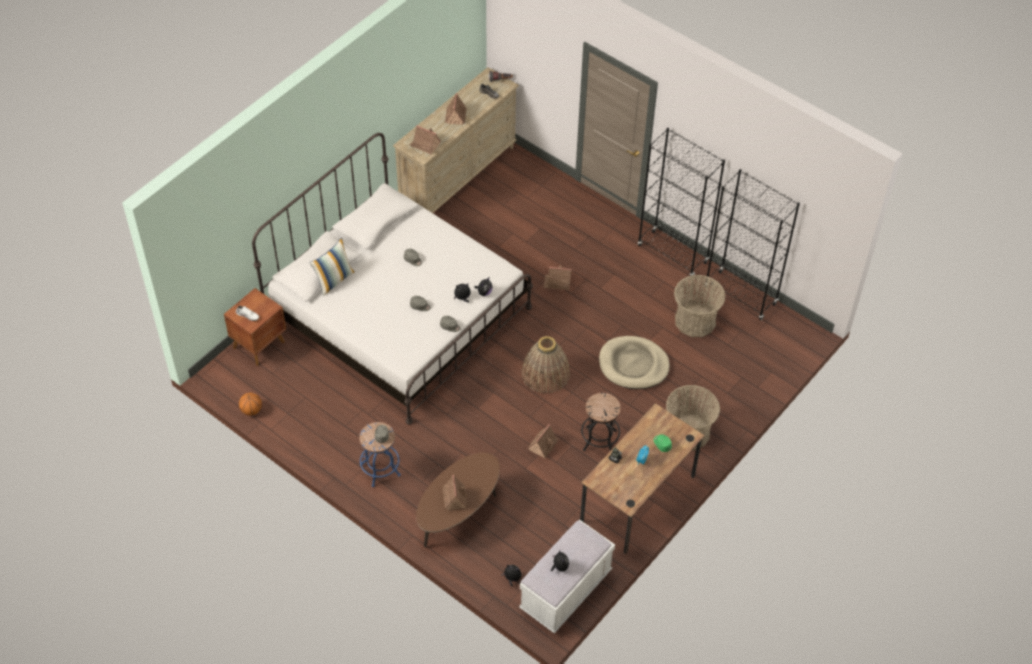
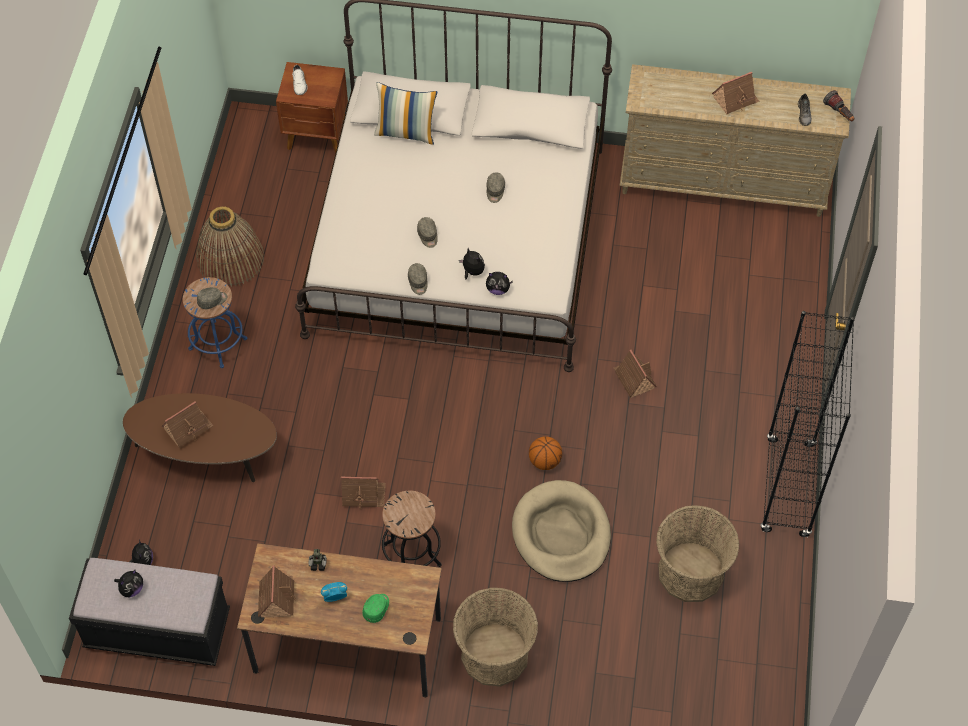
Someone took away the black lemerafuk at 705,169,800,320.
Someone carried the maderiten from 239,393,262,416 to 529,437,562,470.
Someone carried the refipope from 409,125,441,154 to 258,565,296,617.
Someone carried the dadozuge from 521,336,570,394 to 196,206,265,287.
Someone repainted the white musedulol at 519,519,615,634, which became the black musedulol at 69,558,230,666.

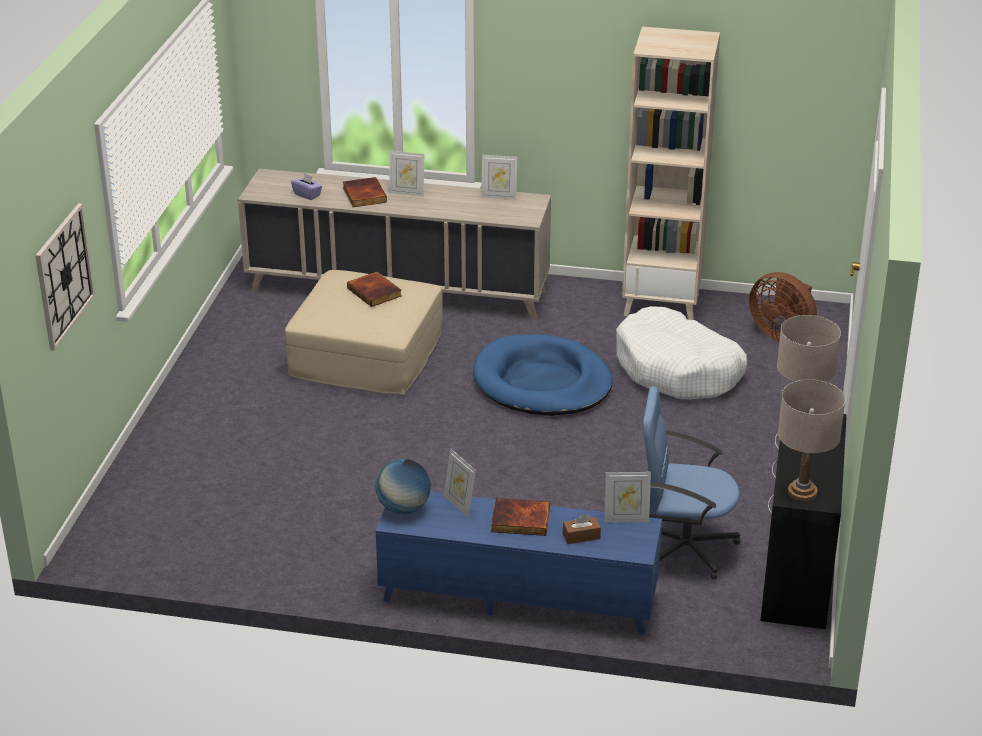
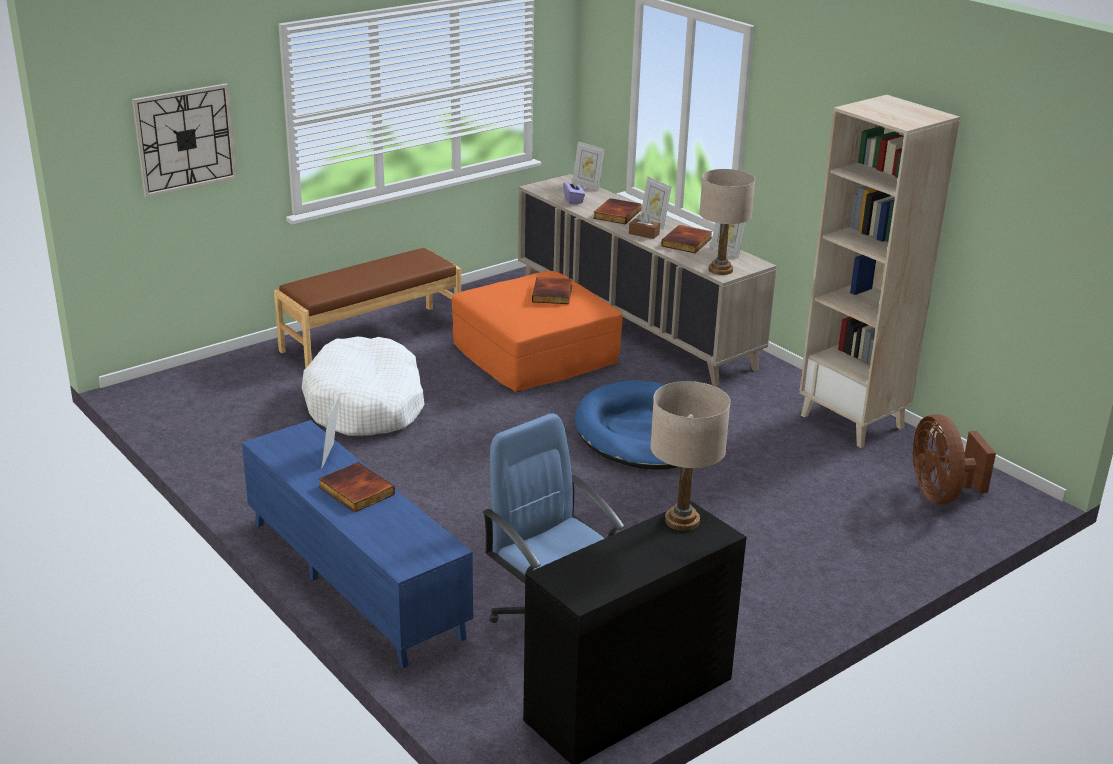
Someone took away the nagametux at 375,459,431,514.
Someone put down the brown musedulol at 274,248,461,369.
Someone put down the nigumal at 661,225,712,254.
Someone carried the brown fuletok from 563,514,601,544 to 629,212,660,239.
Someone carried the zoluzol from 605,472,651,523 to 572,142,605,191.
Someone carried the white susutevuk from 616,306,747,399 to 302,337,425,436.
Someone carried the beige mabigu from 778,379,846,501 to 699,169,755,275.
Someone repainted the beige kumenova at 285,270,443,395, which became the orange kumenova at 452,271,623,392.

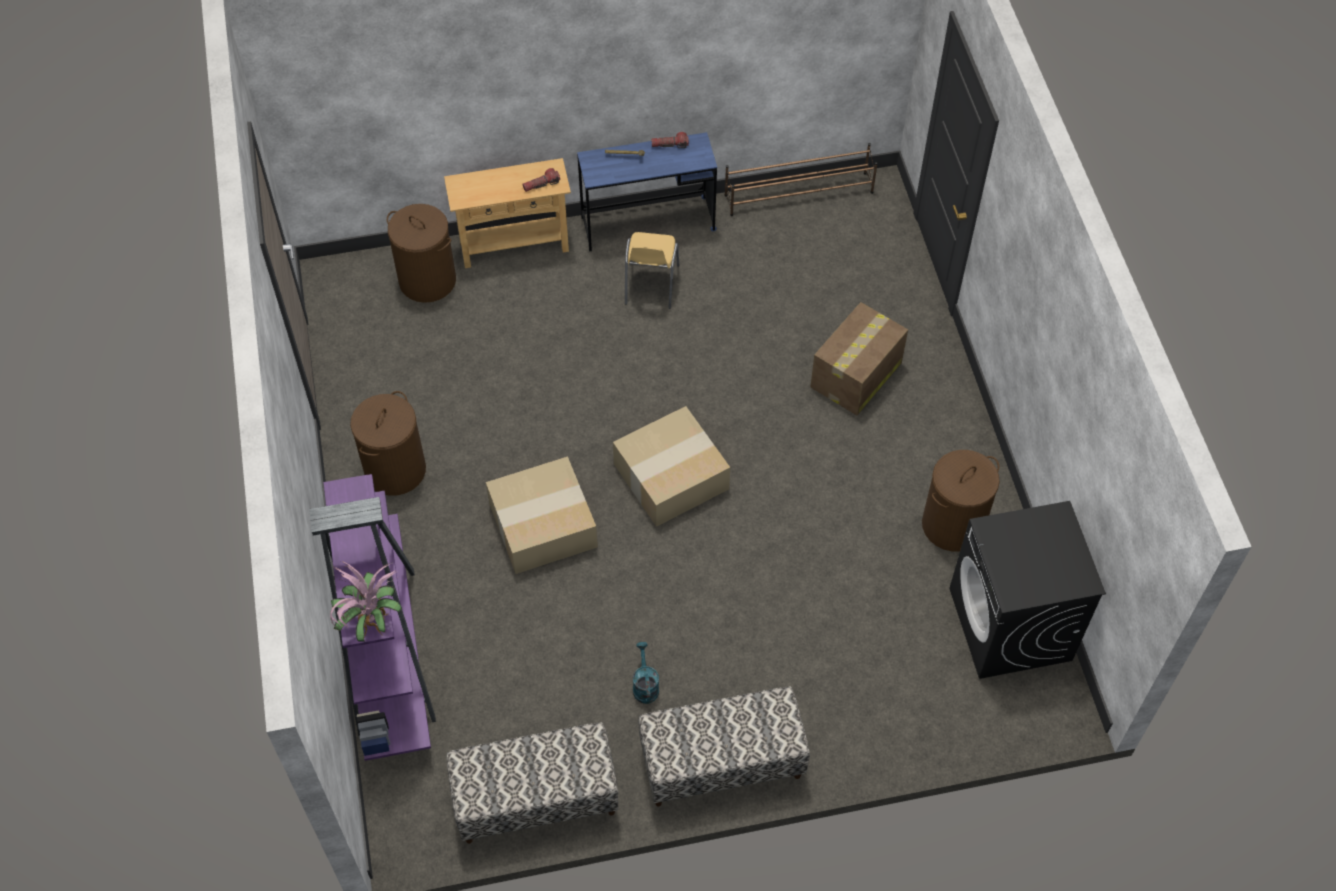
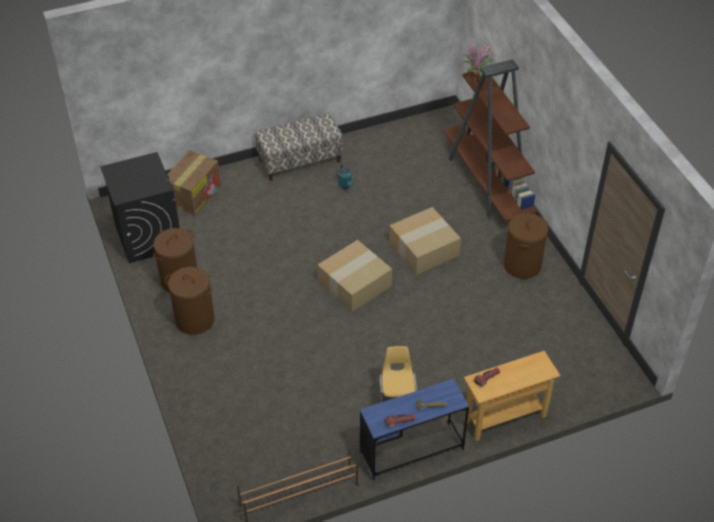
Someone took away the musedulol at 446,722,618,844.
Someone carried the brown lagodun from 387,204,456,303 to 165,267,215,335.
Someone carried the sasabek from 810,302,908,415 to 167,150,221,215.
Someone repainted the purple lemerafuk at 309,474,436,761, which became the brown lemerafuk at 444,59,537,222.

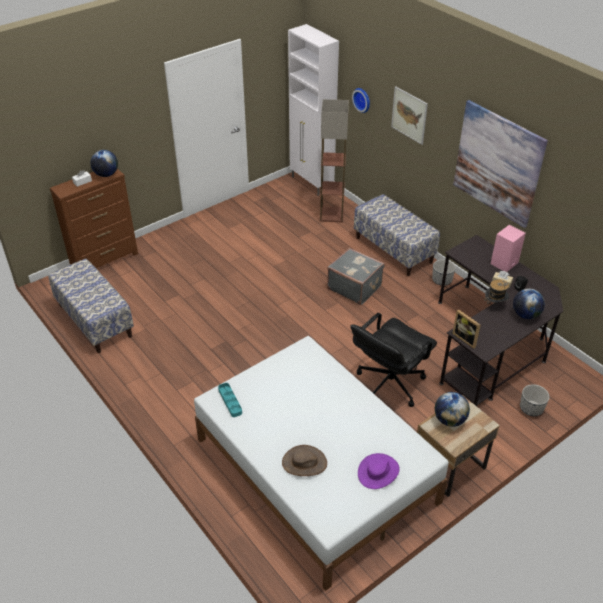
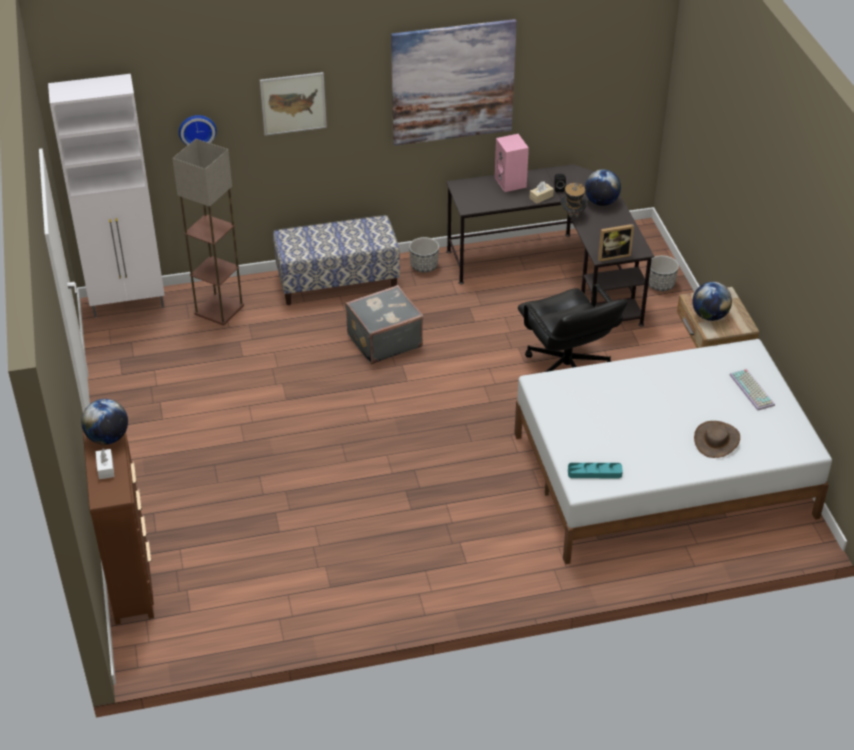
Someone took away the musedulol at 48,259,134,353.
Someone swapped the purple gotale at 358,453,400,489 for the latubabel at 730,369,775,411.

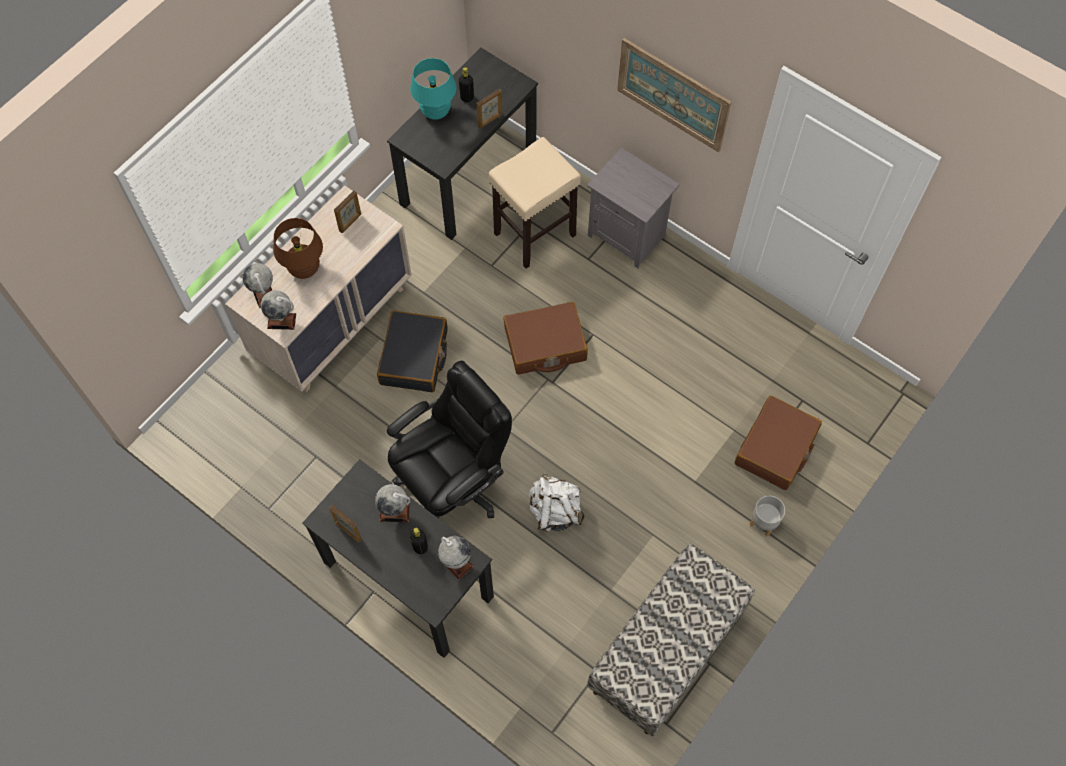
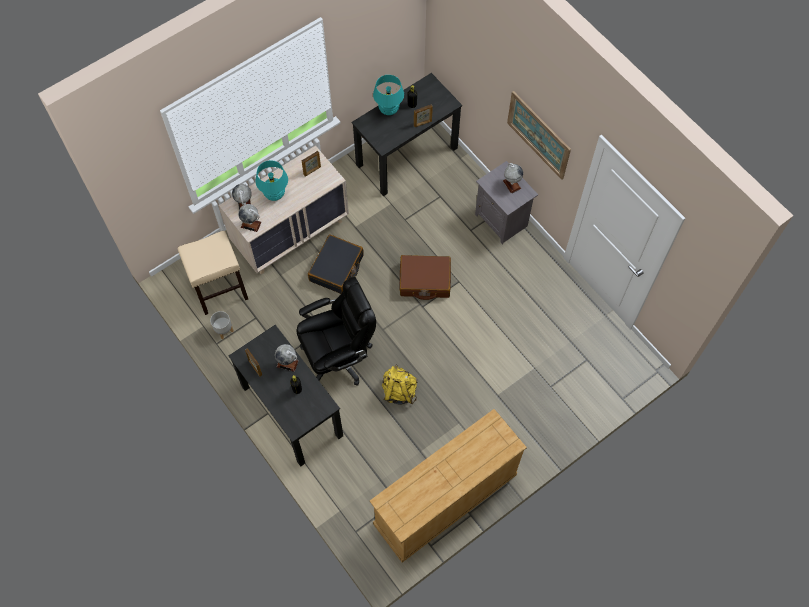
Someone took away the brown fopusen at 735,396,822,490.
Someone carried the nagametux from 438,536,474,580 to 503,163,523,194.
Someone carried the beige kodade from 489,137,581,268 to 178,231,248,315.
Someone carried the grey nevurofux from 750,496,785,536 to 210,311,234,339.
Someone swapped the musedulol at 587,544,755,737 for the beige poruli at 370,409,527,562.
Someone repainted the brown mabigu at 273,218,323,279, which became the turquoise mabigu at 256,160,288,201.
Someone repainted the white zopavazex at 529,474,585,532, which became the yellow zopavazex at 382,364,417,404.

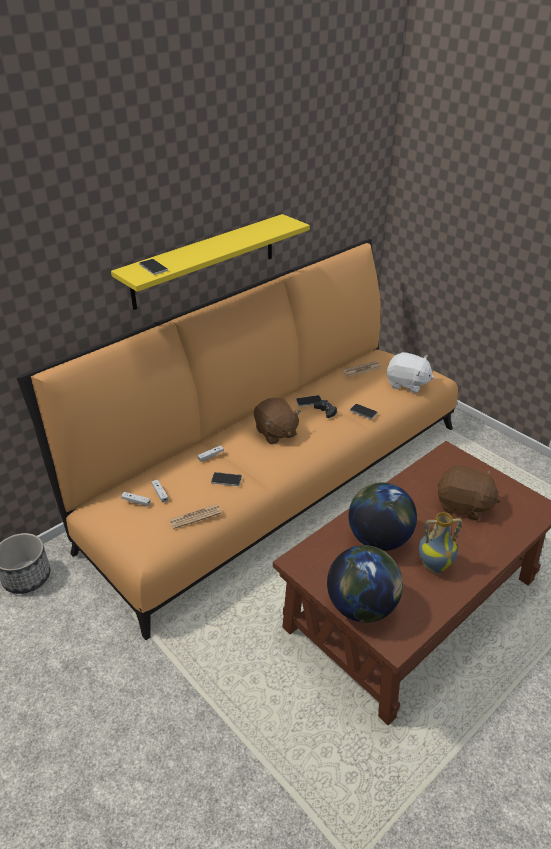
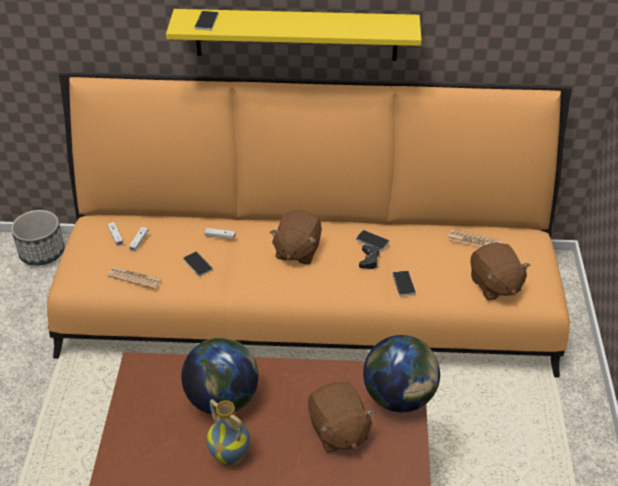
Someone carried the nagametux from 327,545,403,623 to 363,335,440,412.
Someone repainted the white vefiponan at 387,352,434,393, which became the brown vefiponan at 470,243,530,300.

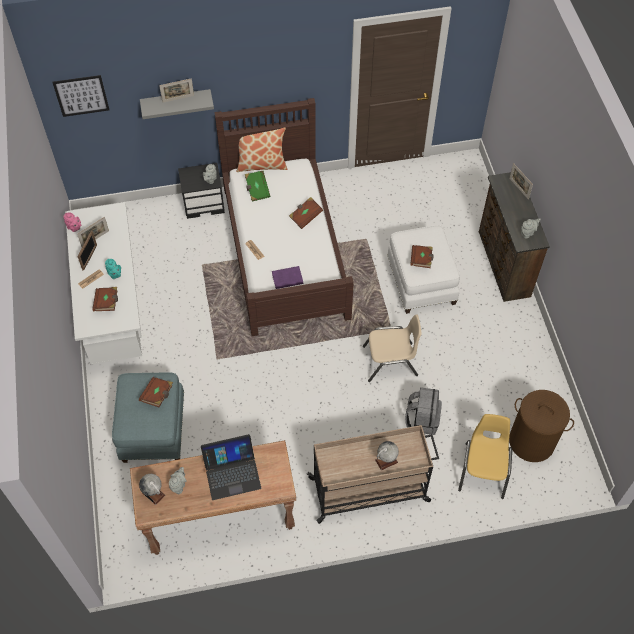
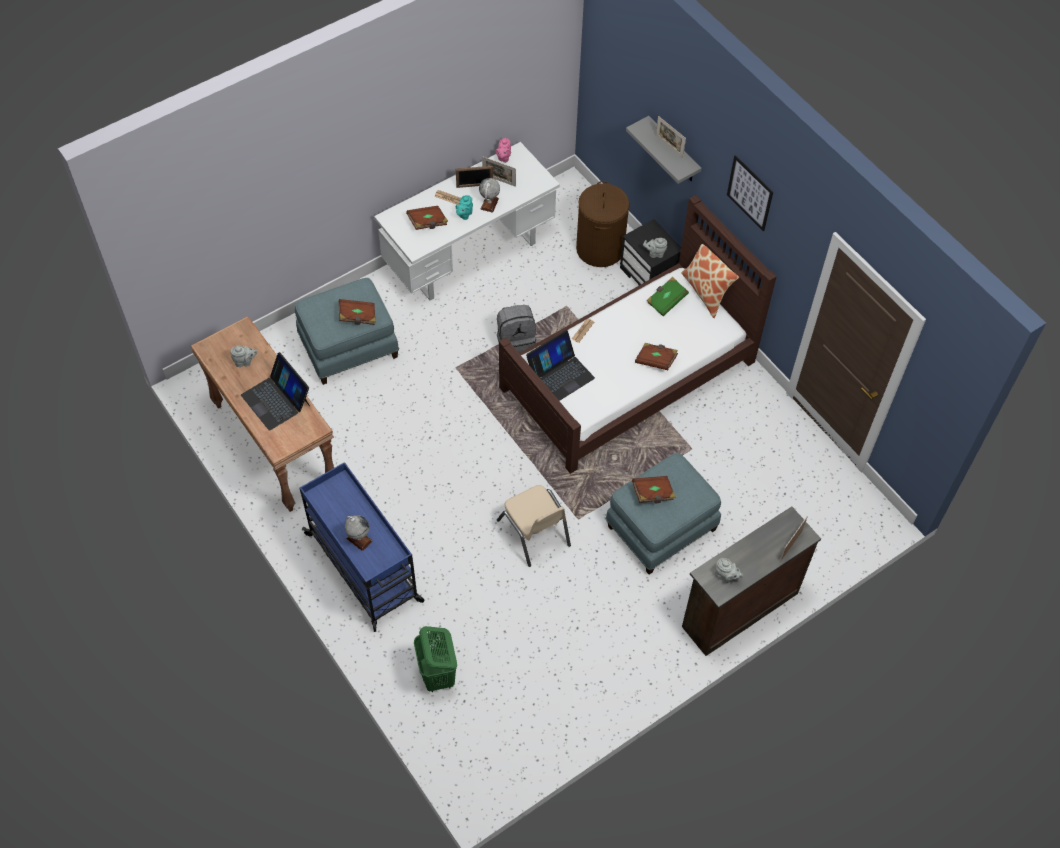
Someone carried the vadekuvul from 52,75,110,117 to 727,155,773,231.
Someone carried the nagametux from 139,474,166,505 to 479,178,500,213.
Someone carried the grey zopavazex from 405,387,442,435 to 497,305,536,353.
Someone carried the brown lagodun from 509,390,574,462 to 576,181,630,267.
Someone swapped the purple nigumal at 272,266,303,289 for the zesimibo at 526,330,595,401.
Someone swapped the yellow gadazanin at 458,414,512,499 for the green lagodun at 414,626,457,692.
Someone repainted the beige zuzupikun at 307,425,439,524, which became the blue zuzupikun at 300,462,424,632.
Someone repainted the white kumenova at 387,225,460,314, which became the blue kumenova at 606,453,721,575.

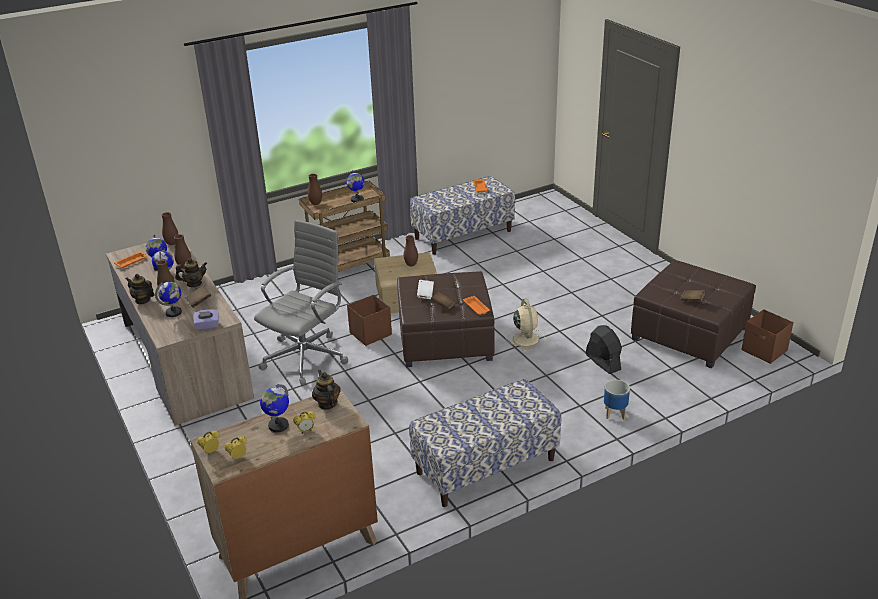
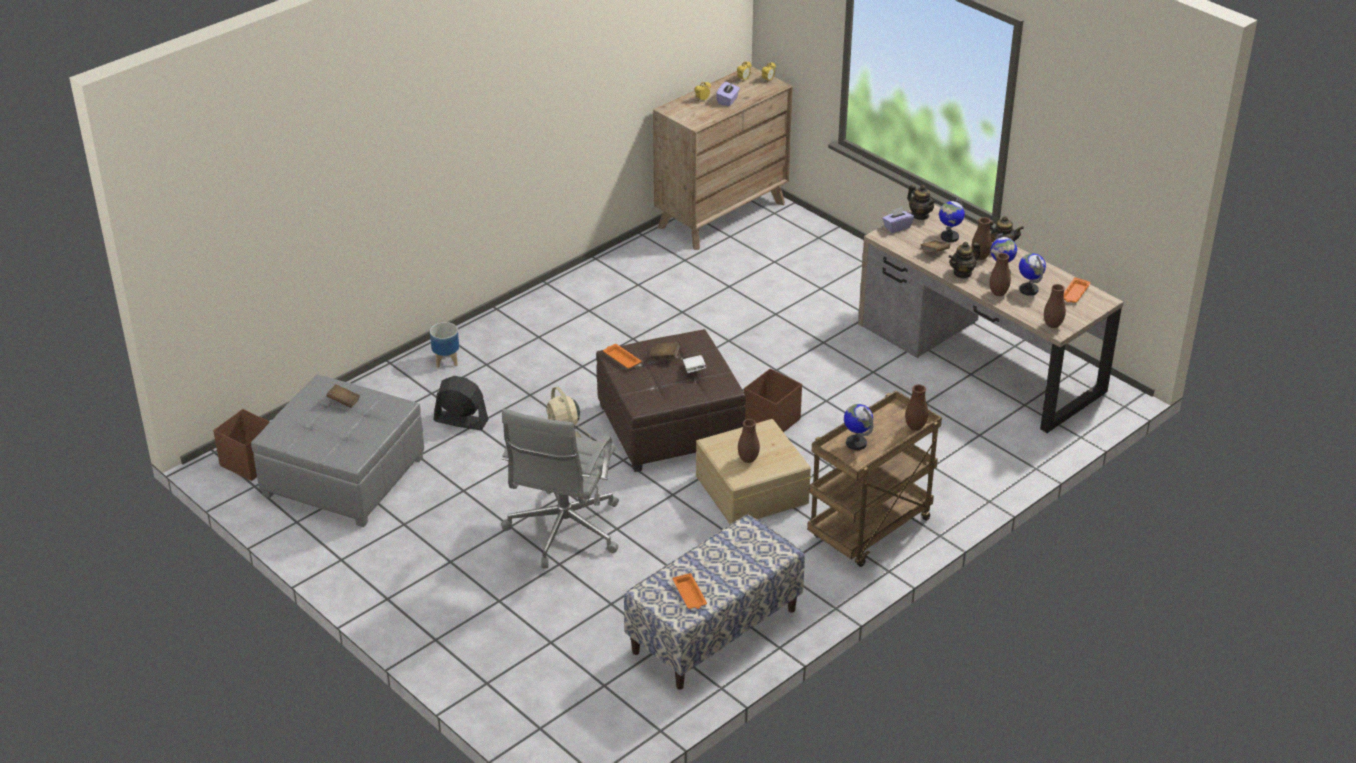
Someone took away the musedulol at 409,379,561,507.
Someone carried the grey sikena from 254,220,348,385 to 501,409,619,568.
Someone carried the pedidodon from 312,370,341,410 to 907,184,936,220.
Someone swapped the nagametux at 260,384,289,433 for the purple fuletok at 716,82,740,106.
Someone repainted the brown kumenova at 631,260,756,369, which became the grey kumenova at 251,375,424,527.
Someone rotated the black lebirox at 586,325,622,374 by 150 degrees clockwise.

